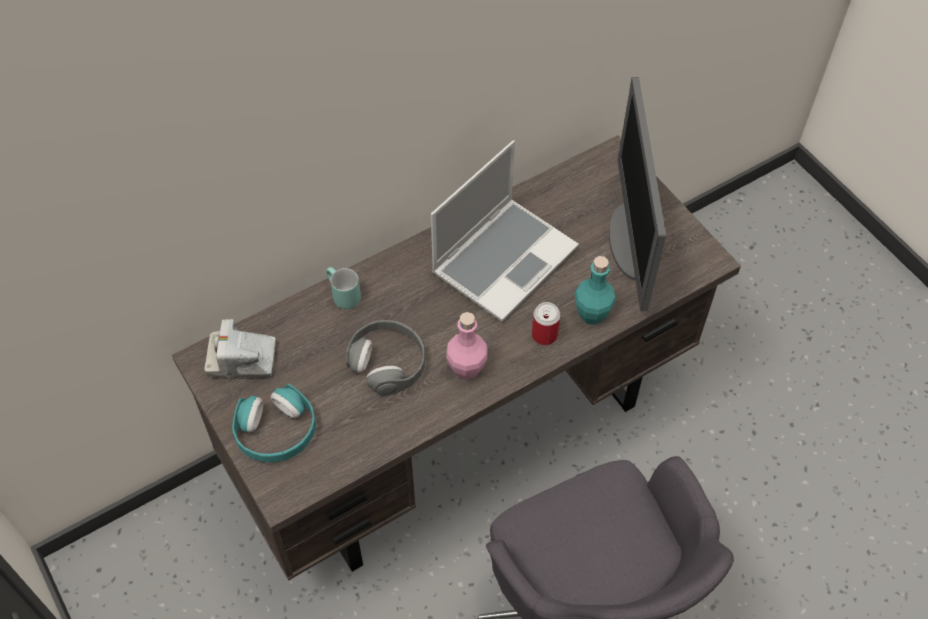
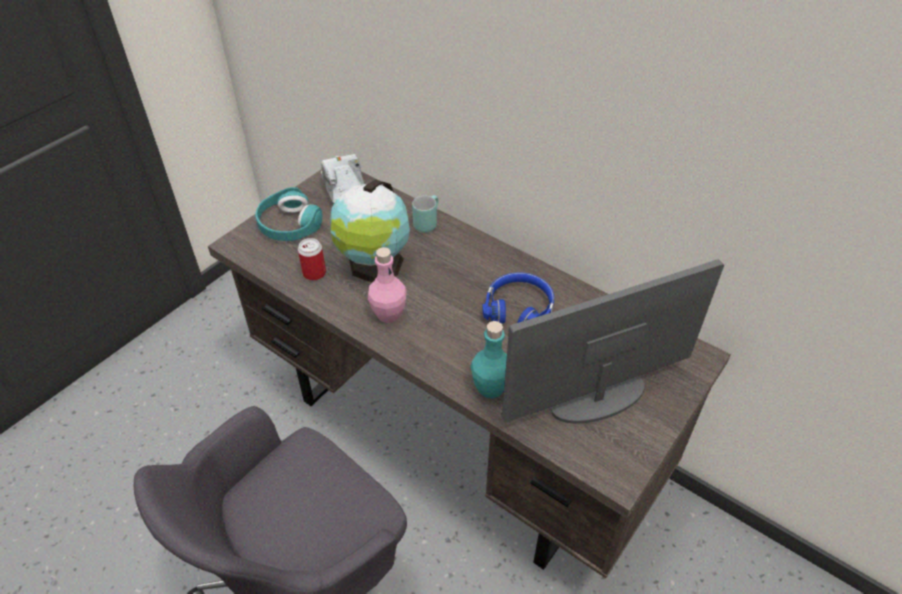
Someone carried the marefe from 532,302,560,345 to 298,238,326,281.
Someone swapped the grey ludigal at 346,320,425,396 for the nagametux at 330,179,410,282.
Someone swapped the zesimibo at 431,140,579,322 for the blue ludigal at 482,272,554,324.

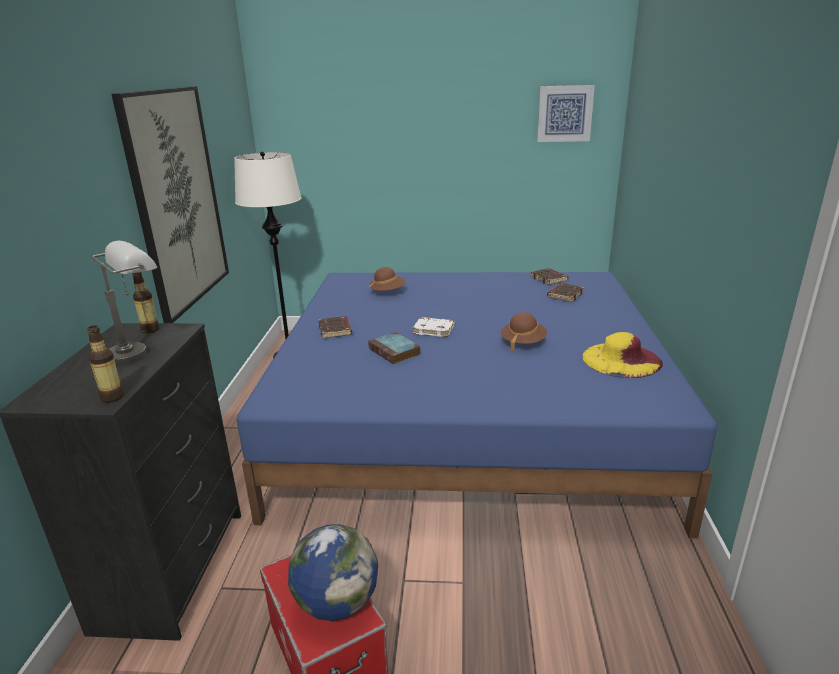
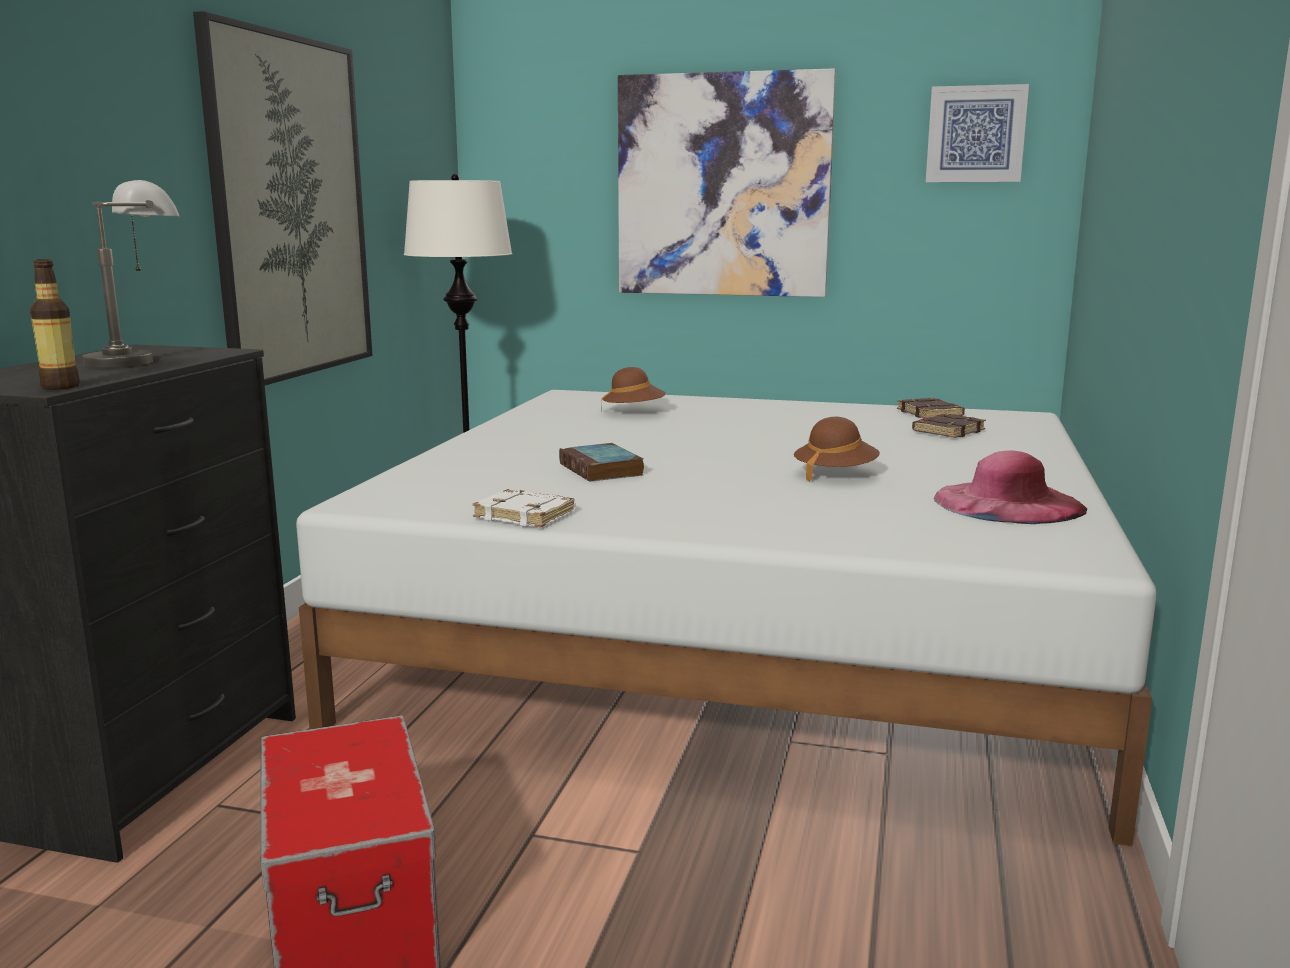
Someone took away the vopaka at 132,272,160,334.
Someone took away the nagametux at 288,524,378,621.
Someone took away the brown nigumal at 319,316,352,339.
Someone put up the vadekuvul at 618,68,836,297.
Someone carried the white nigumal from 412,317,454,337 to 473,489,575,527.
Someone repainted the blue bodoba at 237,272,717,539, which became the white bodoba at 296,390,1157,846.
Someone repainted the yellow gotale at 582,332,663,378, which became the pink gotale at 934,451,1087,524.

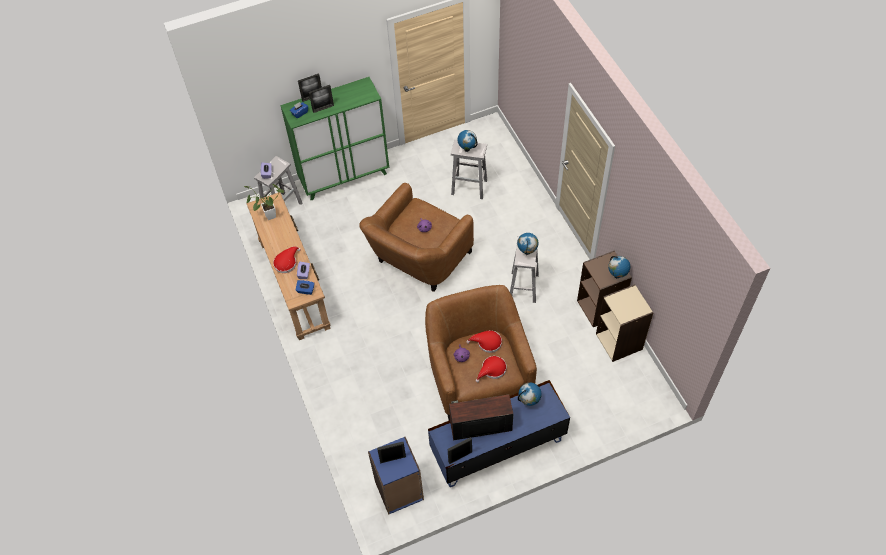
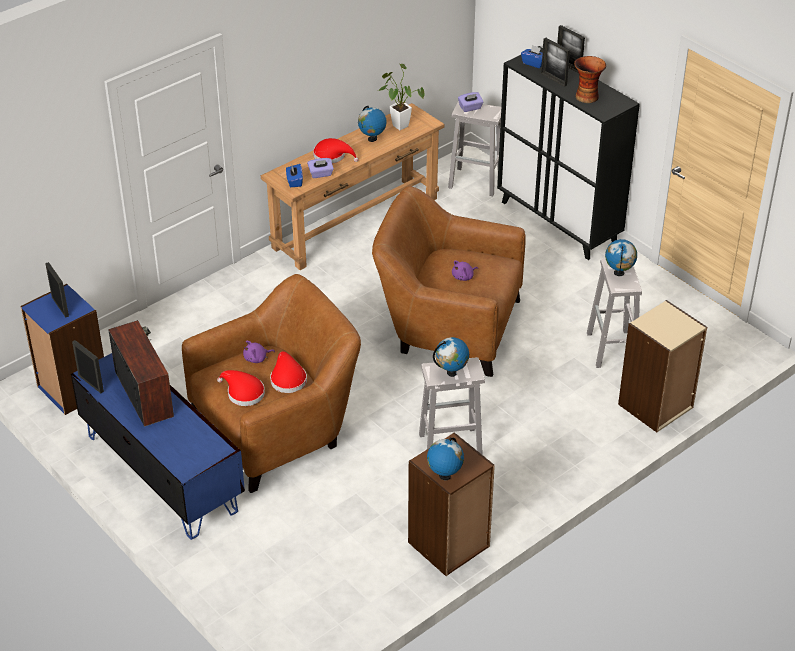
Someone put down the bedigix at 574,56,606,103.
Someone carried the nagametux from 518,383,542,406 to 358,106,387,142.
Someone carried the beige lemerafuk from 596,284,653,362 to 618,300,707,432.
Someone repainted the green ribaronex at 280,77,389,200, which became the black ribaronex at 497,46,640,260.

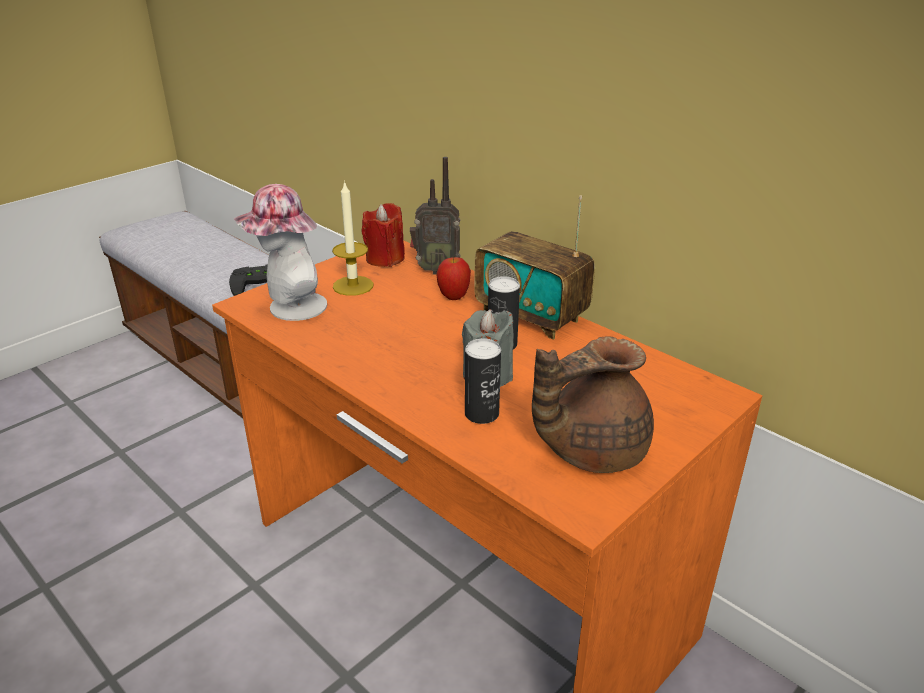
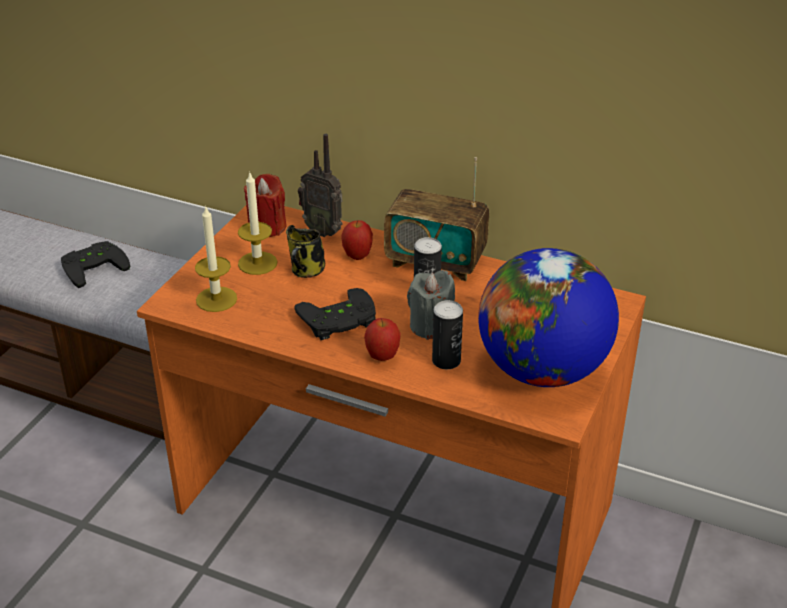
Someone put down the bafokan at 286,225,325,278.
Someone put down the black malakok at 294,288,376,340.
Someone put down the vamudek at 364,318,401,361.
Someone swapped the gotale at 234,184,327,321 for the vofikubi at 195,205,237,312.
Someone swapped the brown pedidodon at 532,336,654,473 for the nagametux at 478,248,619,387.
Someone rotated the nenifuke at 410,157,460,275 by 45 degrees clockwise.

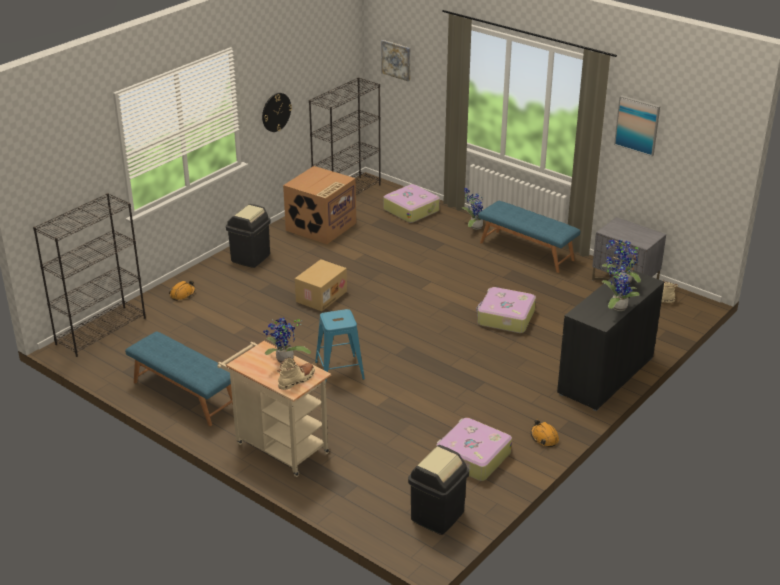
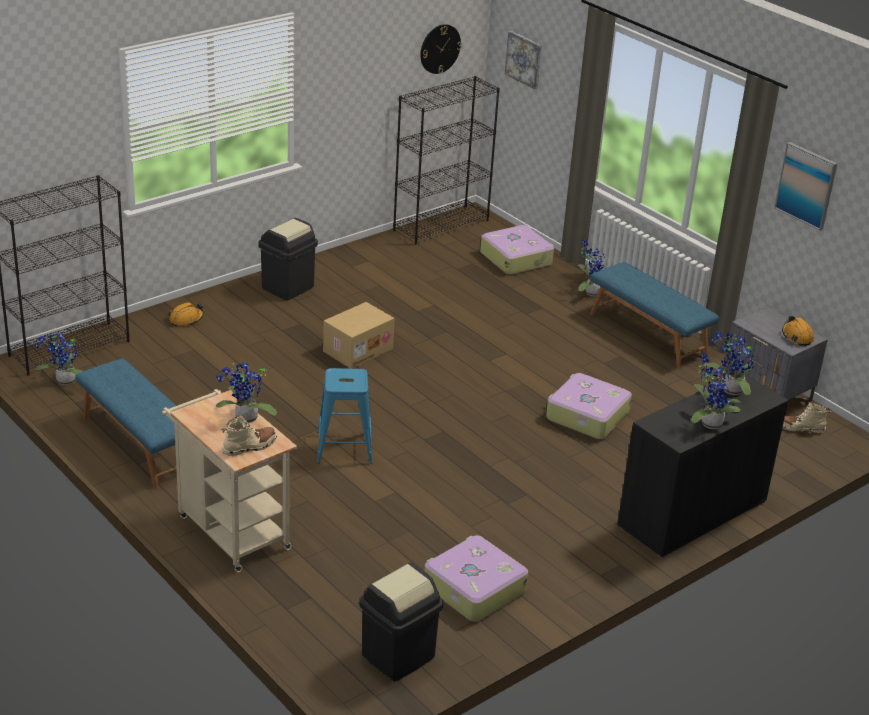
Someone took away the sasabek at 283,166,356,244.
Someone put down the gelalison at 35,333,83,385.
Someone carried the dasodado from 262,93,292,132 to 420,24,462,74.
Someone carried the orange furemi from 531,419,559,447 to 782,316,814,346.

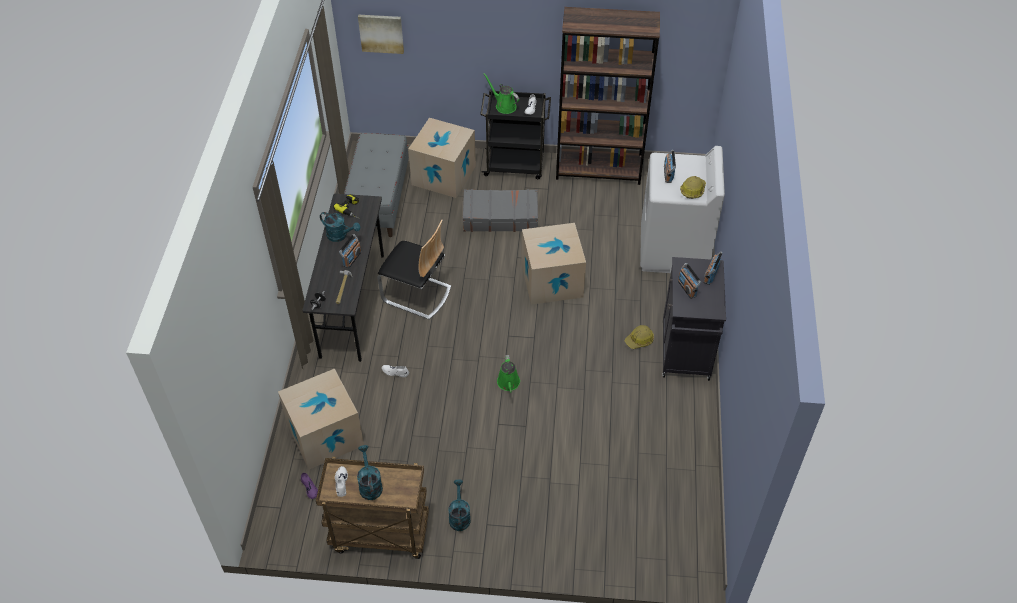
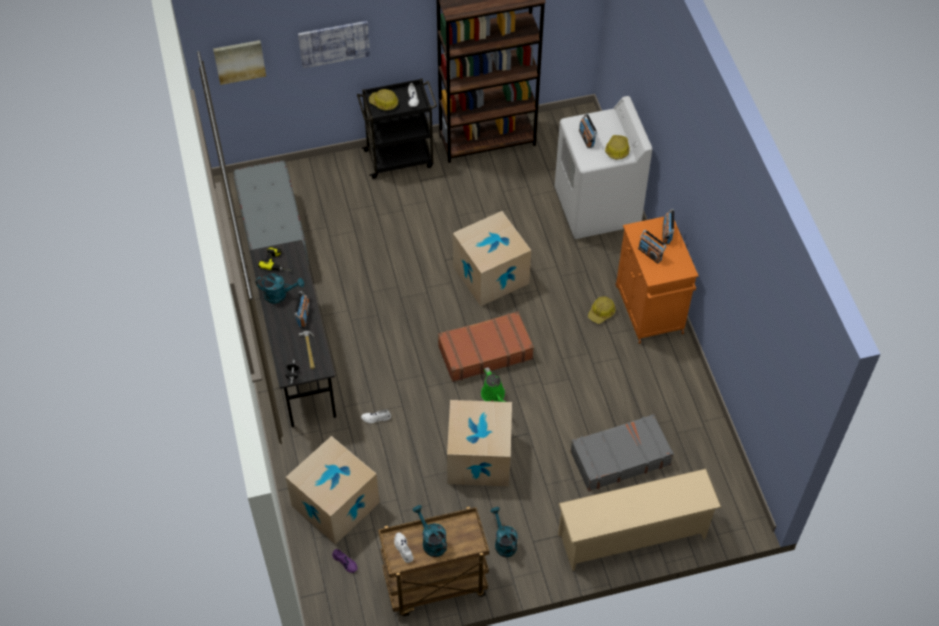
Someone took away the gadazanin at 377,219,451,320.
Someone put up the vadekuvul at 298,21,370,68.
Someone put down the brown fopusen at 438,311,534,382.
Someone put down the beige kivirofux at 558,469,721,571.
Someone carried the sasabek from 408,118,476,198 to 447,400,512,486.
Someone carried the grey fopusen from 463,189,538,232 to 570,414,674,491.
Someone swapped the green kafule at 484,73,519,114 for the furemi at 369,89,398,111.
Someone repainted the black ribaronex at 663,257,726,381, which became the orange ribaronex at 616,217,699,344.

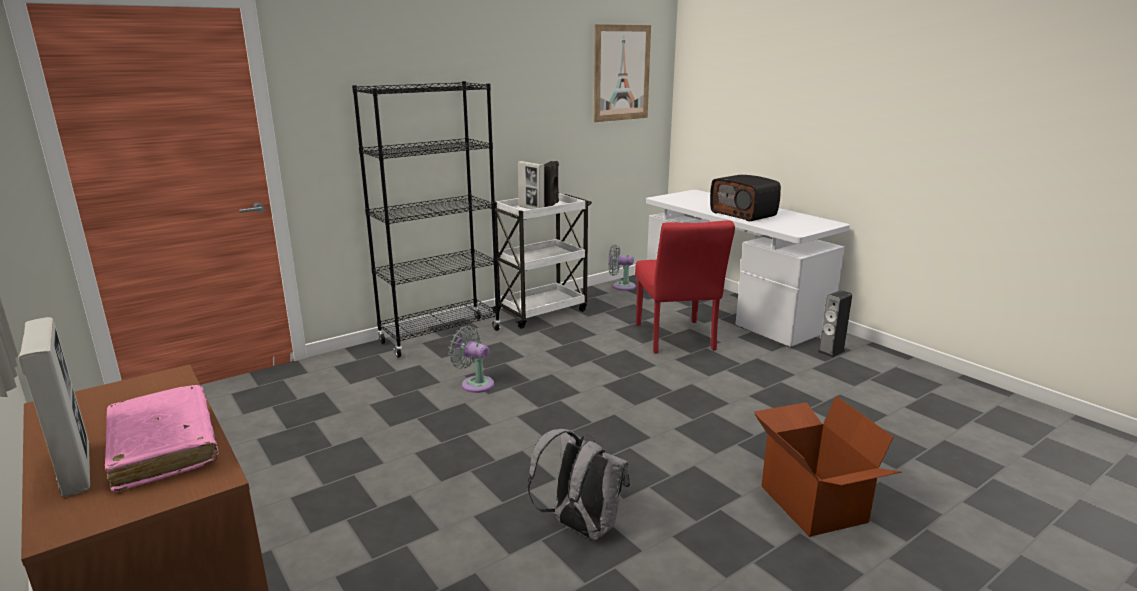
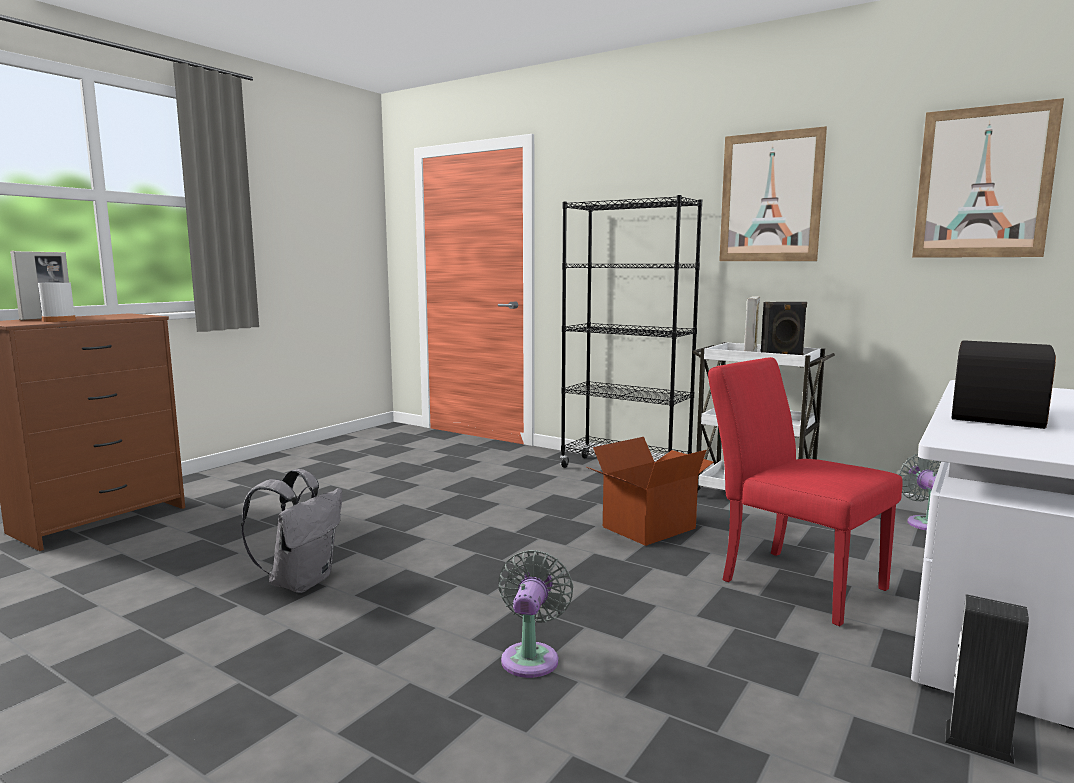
Someone put up the vadekuvul at 719,126,827,261.
Someone carried the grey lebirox from 448,326,494,393 to 498,550,574,678.
Someone carried the sasabek from 754,396,902,537 to 587,437,714,546.
Someone swapped the pink nigumal at 105,385,219,492 for the white vopaka at 38,266,76,322.
Someone rotated the red gadazanin at 635,220,735,354 by 75 degrees clockwise.

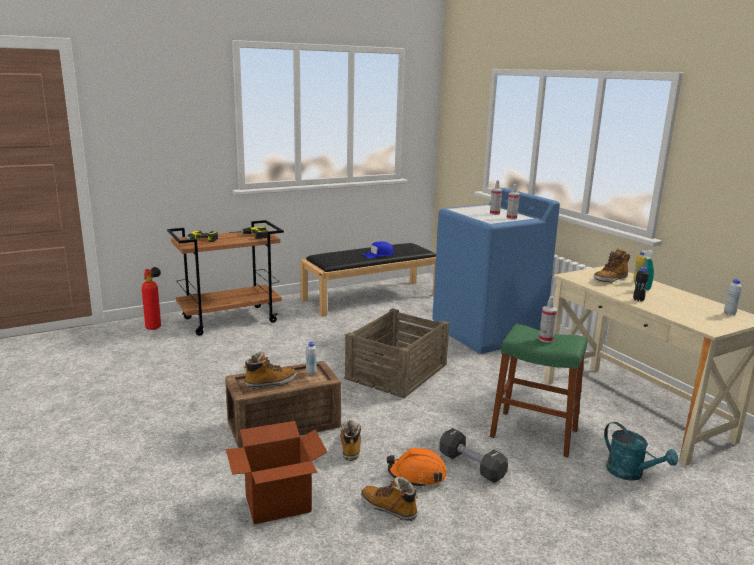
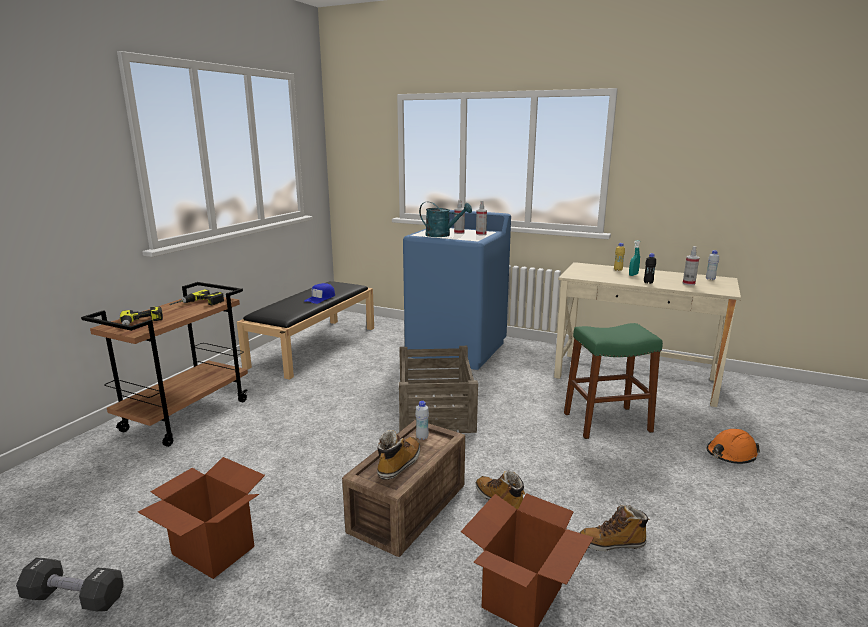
Someone took away the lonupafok at 142,267,161,330.
Someone took away the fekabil at 594,248,630,283.
Someone put down the sasabek at 138,457,265,579.
Someone carried the orange furemi from 387,448,447,488 to 707,429,760,464.
Someone carried the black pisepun from 439,428,508,483 to 16,557,124,611.
Someone carried the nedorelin from 539,296,557,343 to 683,246,699,285.
Someone carried the turquoise kafule from 604,422,678,481 to 419,201,472,237.

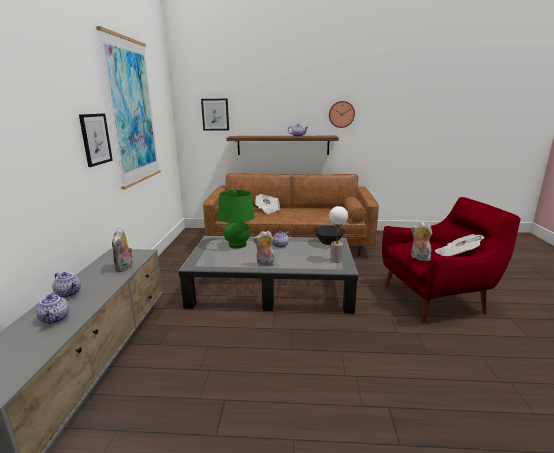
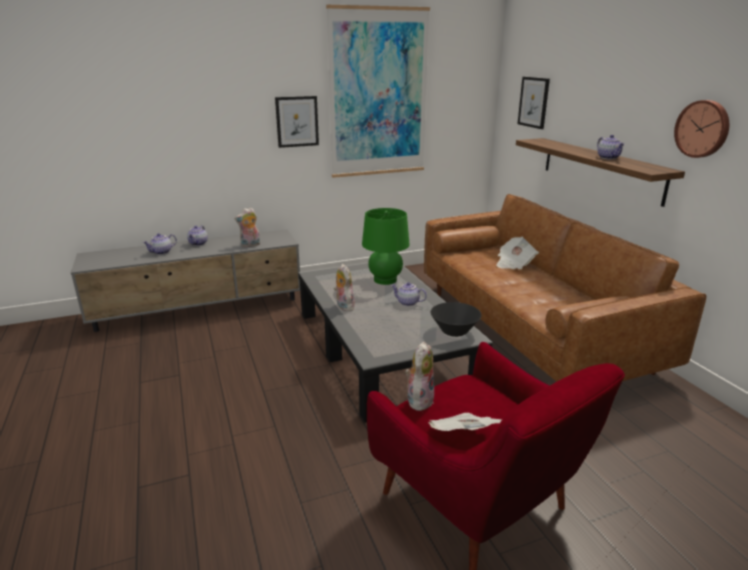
Someone took away the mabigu at 329,206,348,263.

